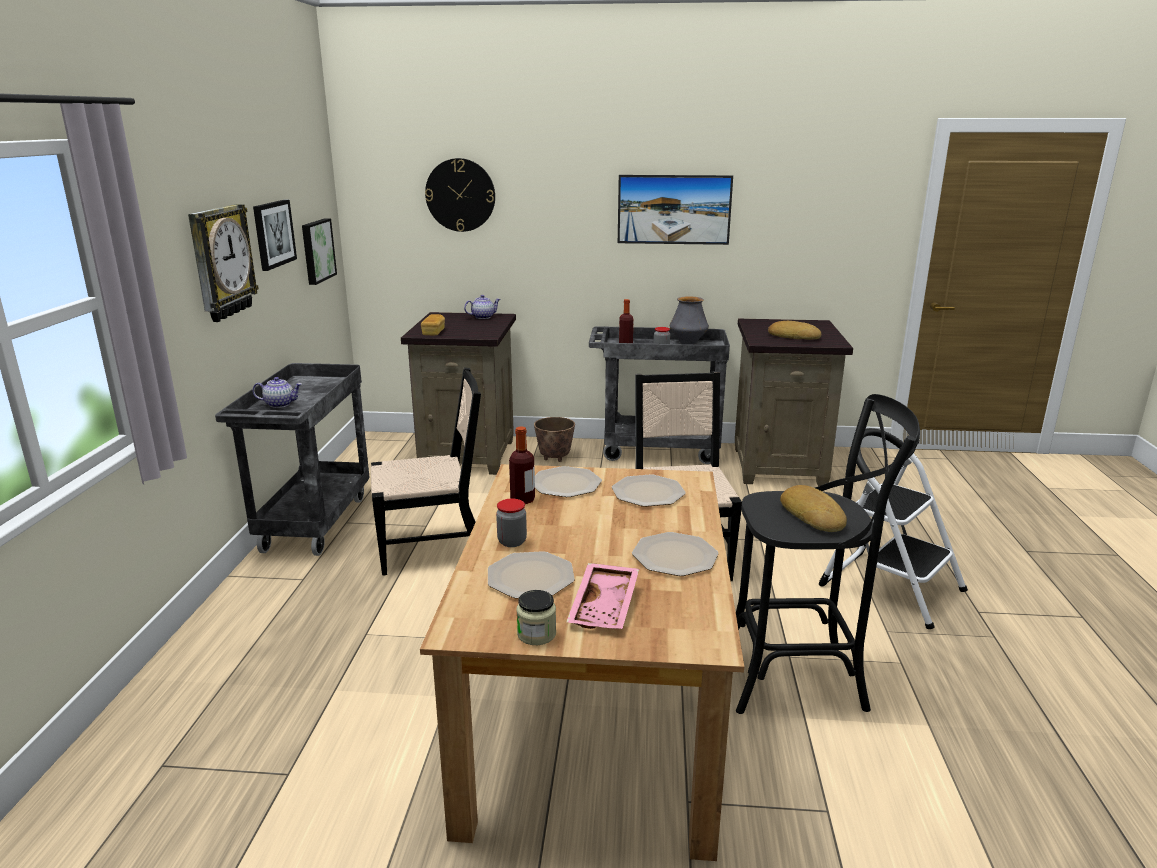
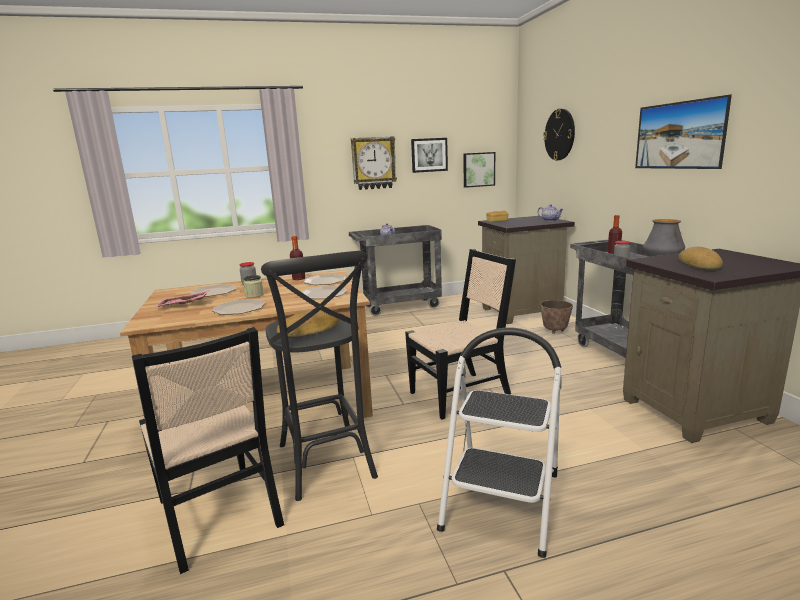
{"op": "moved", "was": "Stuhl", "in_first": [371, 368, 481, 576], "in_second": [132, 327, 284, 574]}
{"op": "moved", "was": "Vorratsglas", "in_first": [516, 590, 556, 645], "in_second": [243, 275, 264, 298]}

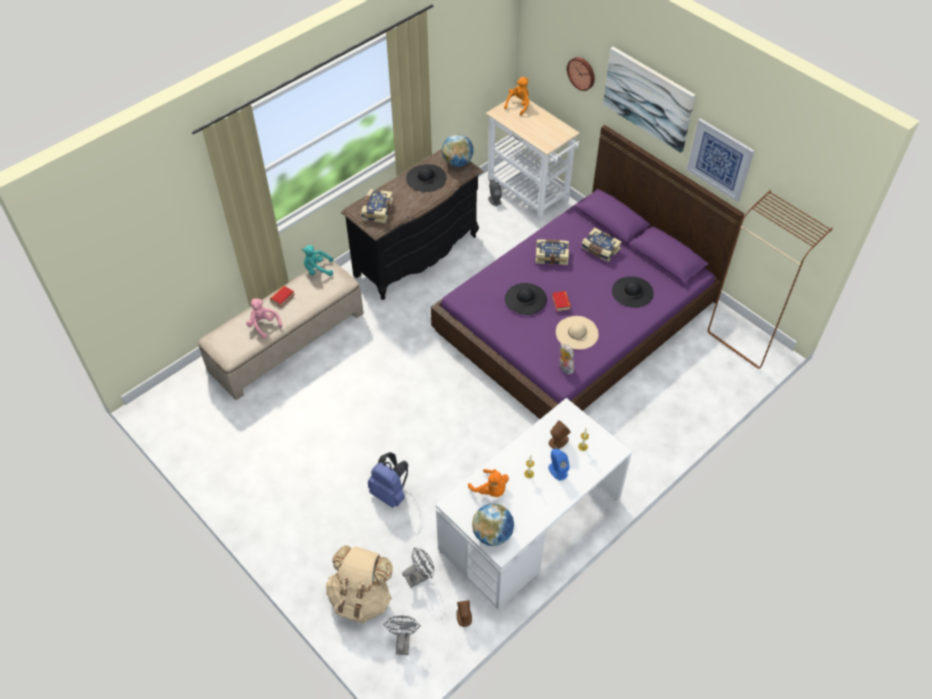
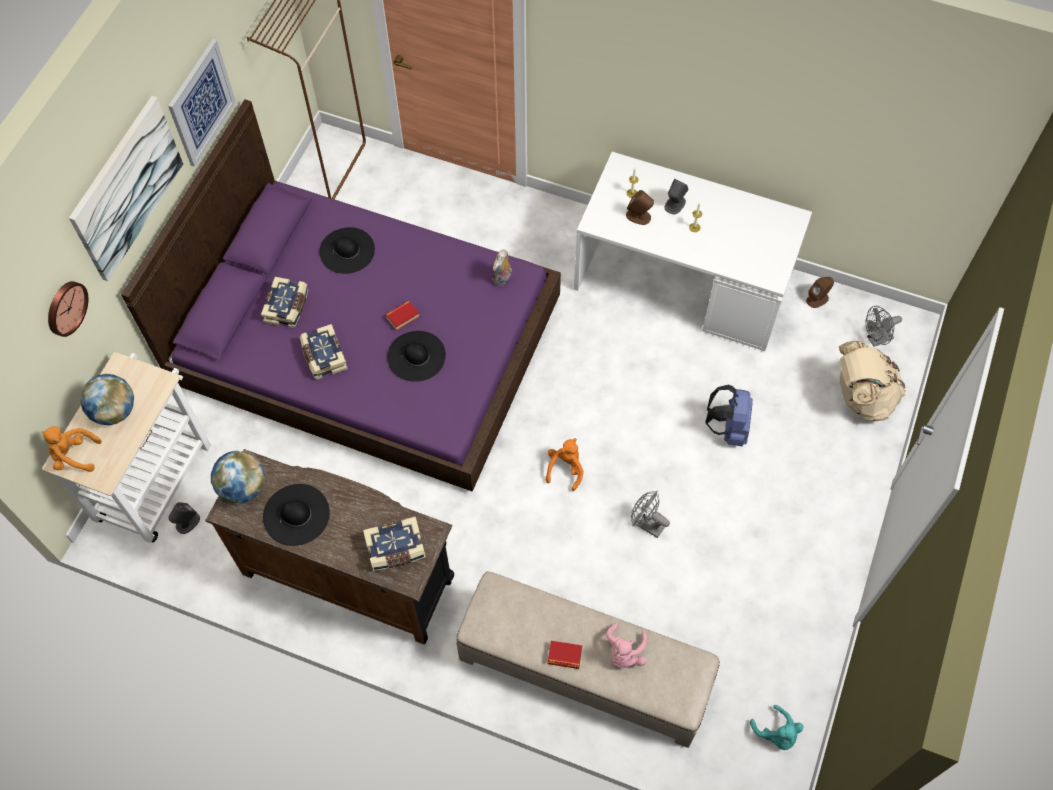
{"op": "moved", "was": "Globus", "in_first": [472, 503, 514, 546], "in_second": [80, 374, 134, 425]}
{"op": "moved", "was": "Plüschtier (orange)", "in_first": [468, 469, 509, 497], "in_second": [546, 438, 584, 491]}
{"op": "moved", "was": "Ventilator (grau)", "in_first": [402, 547, 434, 588], "in_second": [631, 491, 670, 538]}
{"op": "recoloured", "was": "Lautsprecher (blau)", "now": "Lautsprecher (grau)", "in_first": [548, 448, 570, 480], "in_second": [664, 179, 688, 214]}
{"op": "moved", "was": "Plüschtier (türkis)", "in_first": [302, 245, 333, 276], "in_second": [750, 705, 803, 750]}
{"op": "removed", "was": "Hut (beige)", "in_first": [556, 316, 599, 350]}

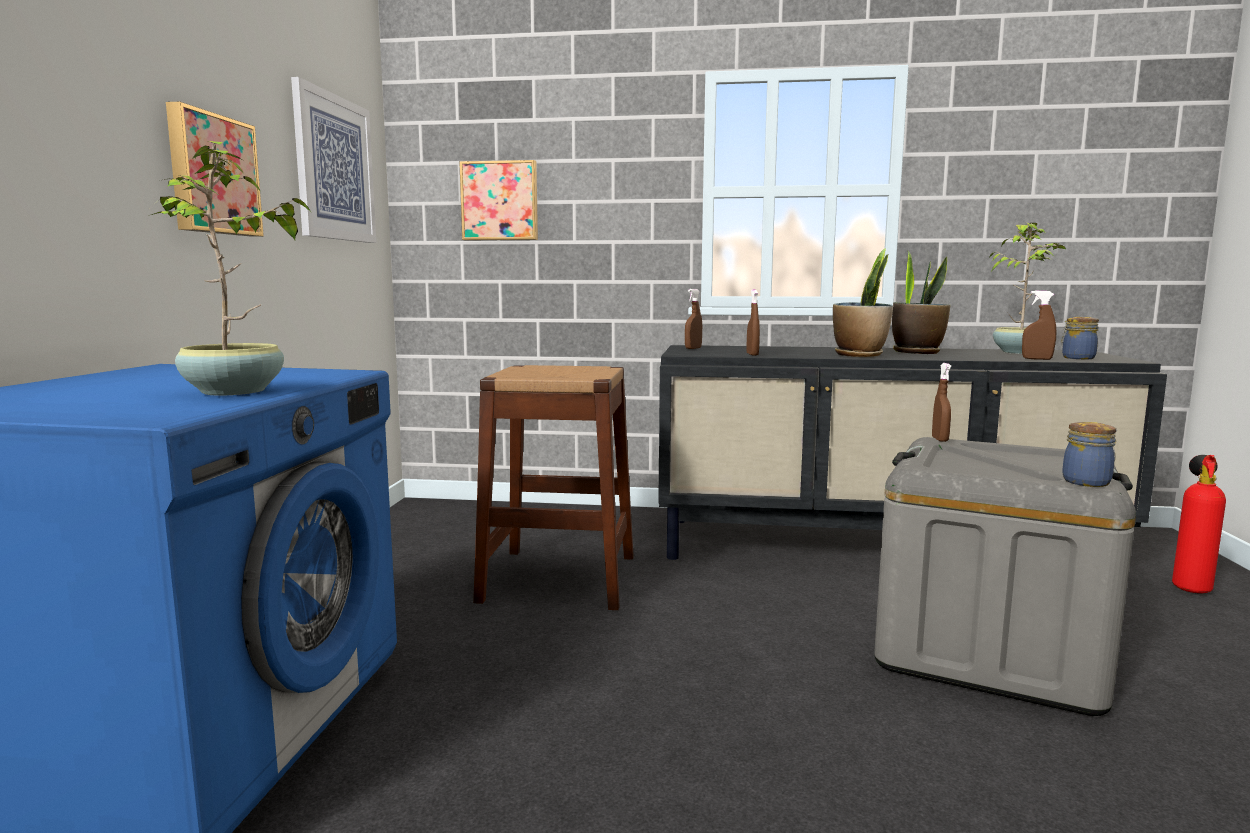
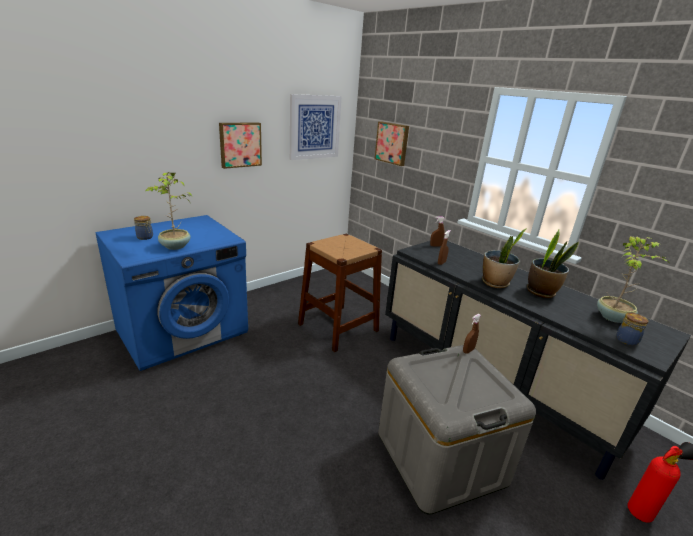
{"op": "moved", "was": "Vorratsglas", "in_first": [1062, 422, 1117, 487], "in_second": [134, 216, 153, 240]}
{"op": "removed", "was": "Sprühflasche (braun)", "in_first": [1022, 291, 1056, 360]}

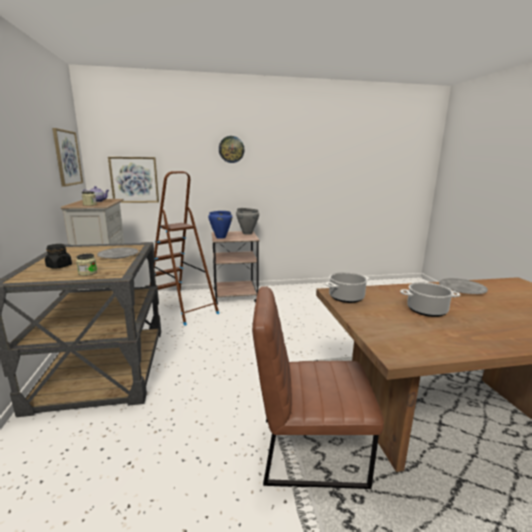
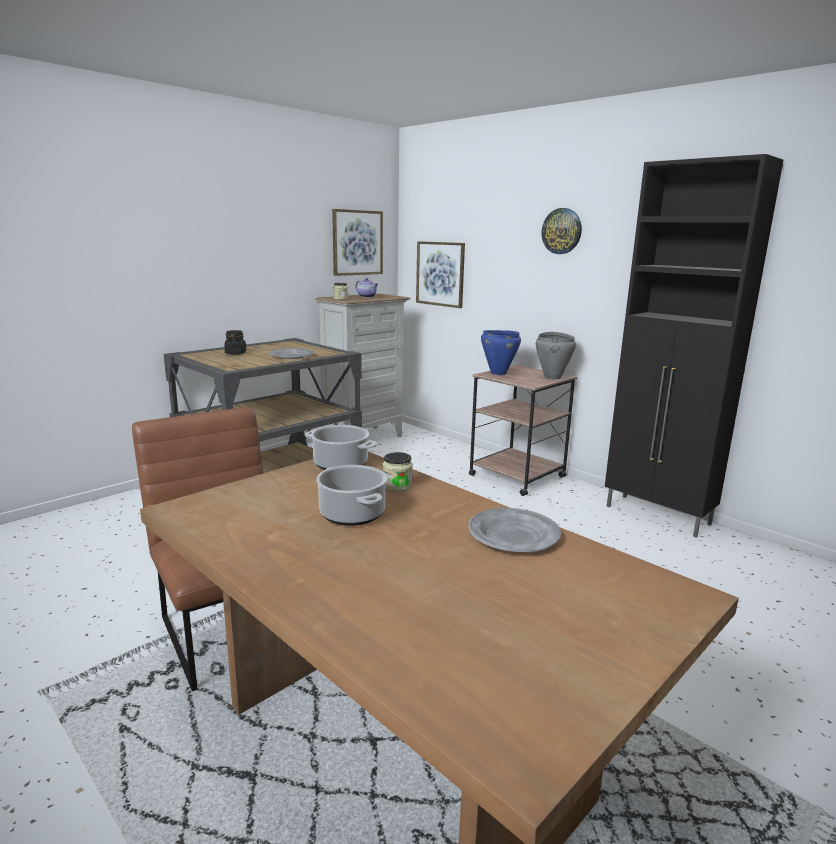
{"op": "moved", "was": "Vorratsglas", "in_first": [76, 253, 97, 276], "in_second": [383, 452, 413, 492]}
{"op": "added", "now": "Schrank (schwarz)", "in_second": [605, 154, 783, 537]}
{"op": "removed", "was": "Trittleiter (braun)", "in_first": [150, 171, 219, 326]}

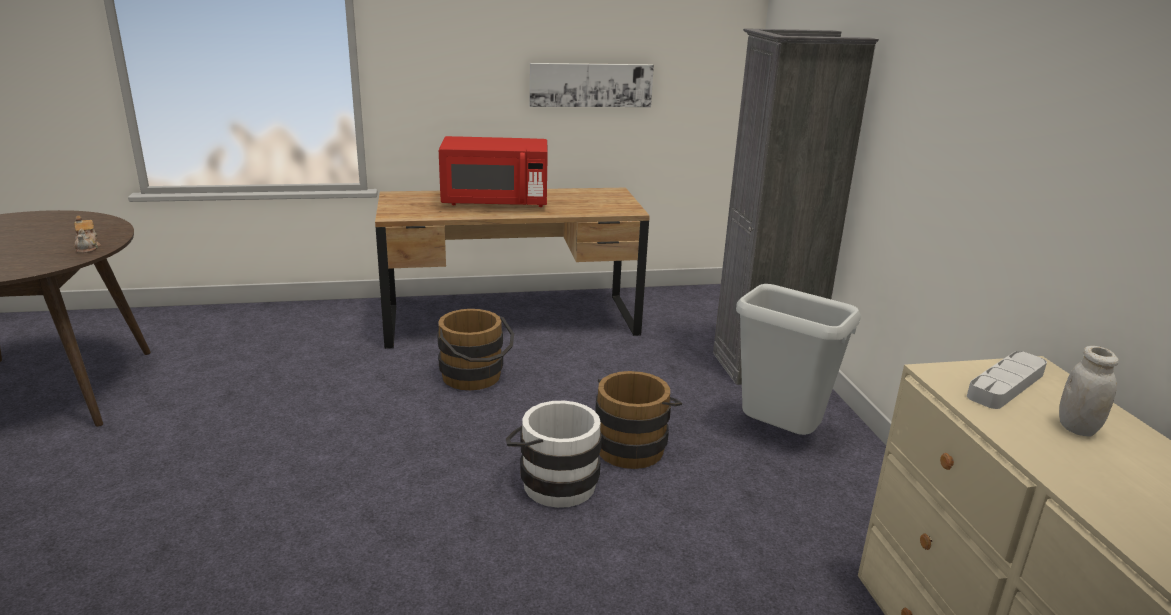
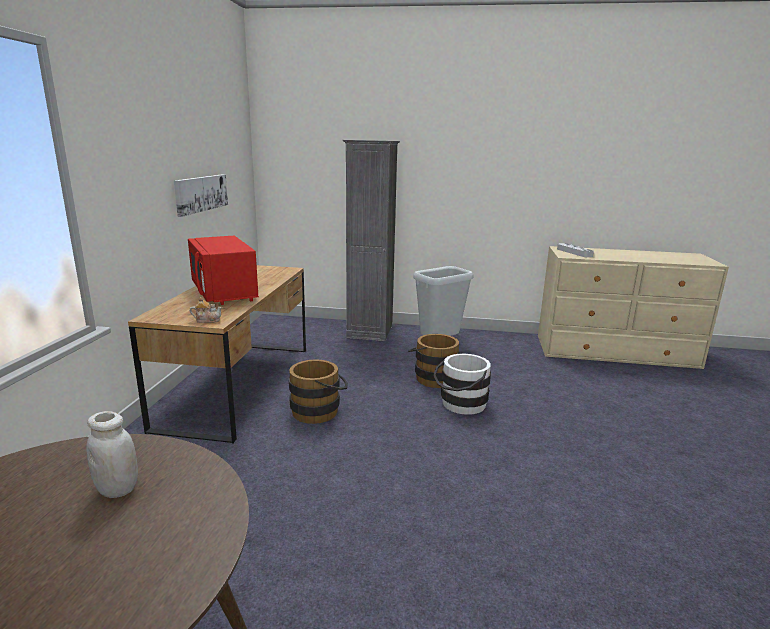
{"op": "moved", "was": "Vorratsglas (weiß)", "in_first": [1059, 346, 1119, 437], "in_second": [86, 411, 138, 498]}
{"op": "turned", "was": "Mikrowelle (rot)", "in_first": [439, 136, 548, 207], "in_second": [188, 236, 259, 305], "clockwise": 135}
{"op": "moved", "was": "Teekanne", "in_first": [74, 216, 101, 253], "in_second": [190, 297, 222, 323]}

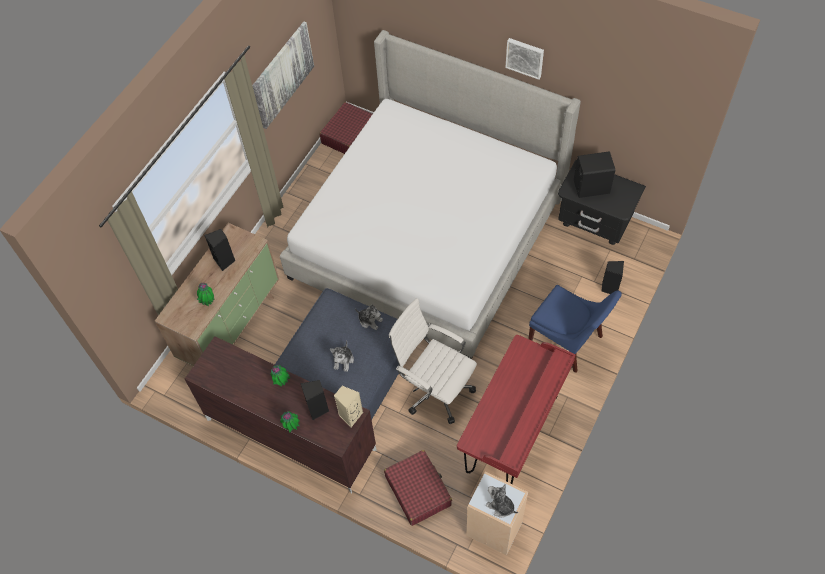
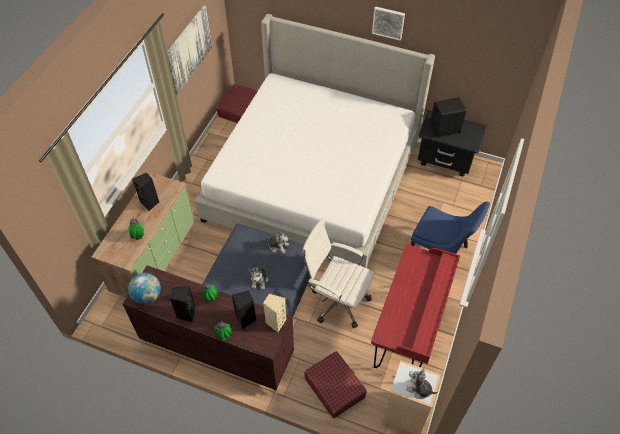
{"op": "added", "now": "Globus", "in_second": [128, 273, 161, 304]}
{"op": "moved", "was": "Lautsprecher (schwarz)", "in_first": [601, 261, 624, 294], "in_second": [170, 286, 195, 323]}

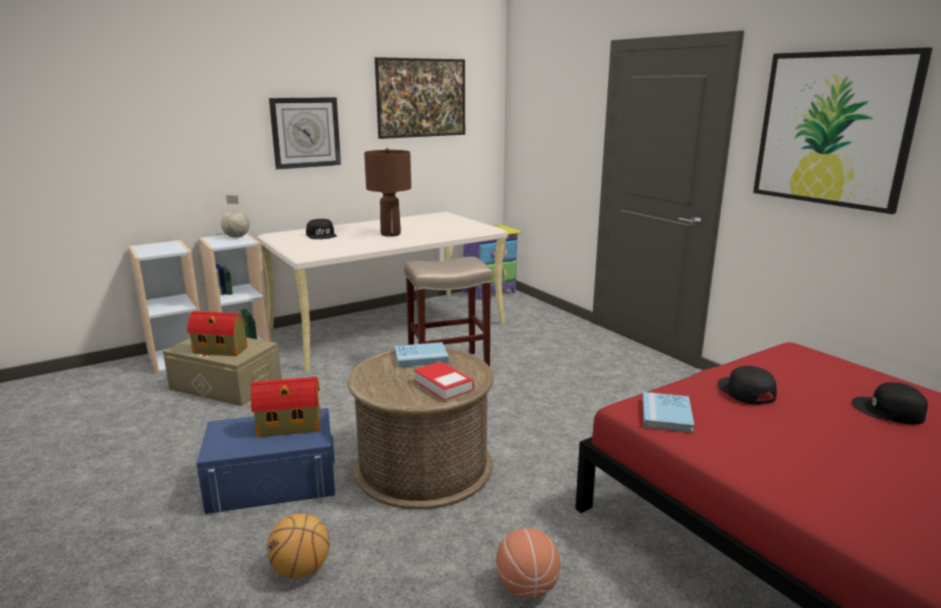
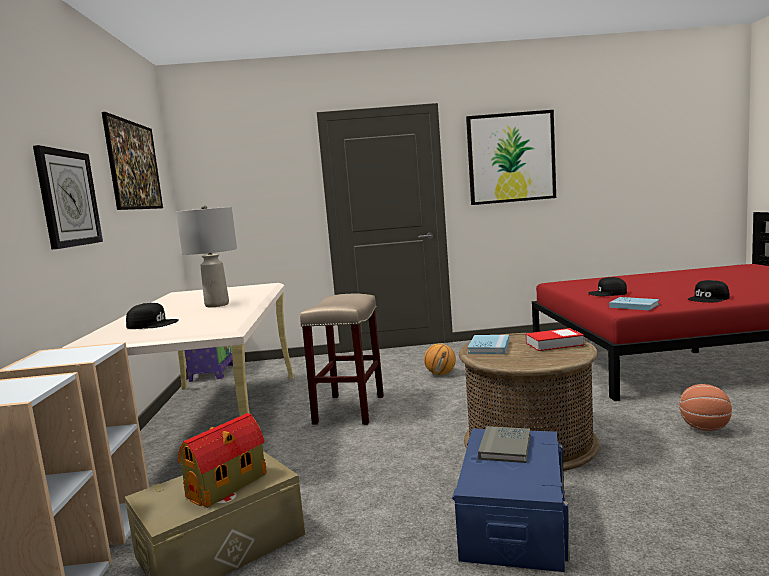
{"op": "recoloured", "was": "Tischlampe (braun)", "now": "Tischlampe (grau)", "in_first": [364, 148, 411, 237], "in_second": [176, 205, 237, 307]}
{"op": "moved", "was": "Basketball", "in_first": [267, 514, 330, 579], "in_second": [424, 343, 456, 375]}
{"op": "replaced", "was": "Spielzeughaus", "now": "Buch (grau)", "in_first": [251, 377, 321, 438], "in_second": [478, 426, 530, 463]}
{"op": "moved", "was": "Kappe (schwarz)", "in_first": [852, 382, 928, 425], "in_second": [688, 280, 730, 302]}
{"op": "removed", "was": "Globus", "in_first": [221, 195, 250, 238]}

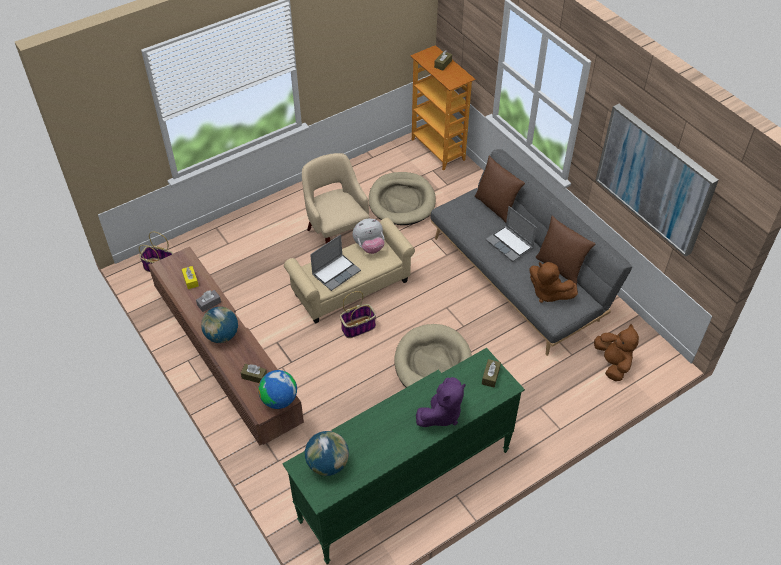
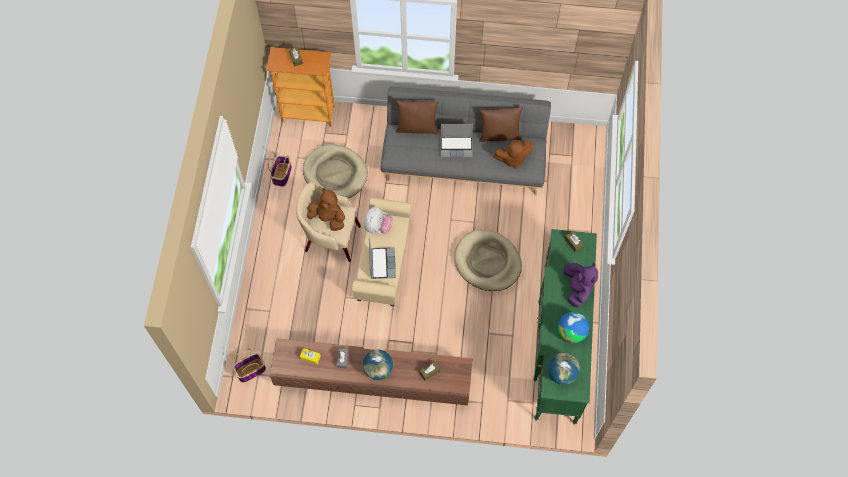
{"op": "moved", "was": "Korb", "in_first": [340, 291, 376, 338], "in_second": [268, 152, 292, 187]}
{"op": "moved", "was": "Plüschtier (braun)", "in_first": [594, 324, 639, 381], "in_second": [307, 188, 345, 231]}
{"op": "moved", "was": "Globus", "in_first": [258, 370, 297, 409], "in_second": [557, 312, 589, 343]}
{"op": "removed", "was": "Bild", "in_first": [596, 104, 719, 257]}

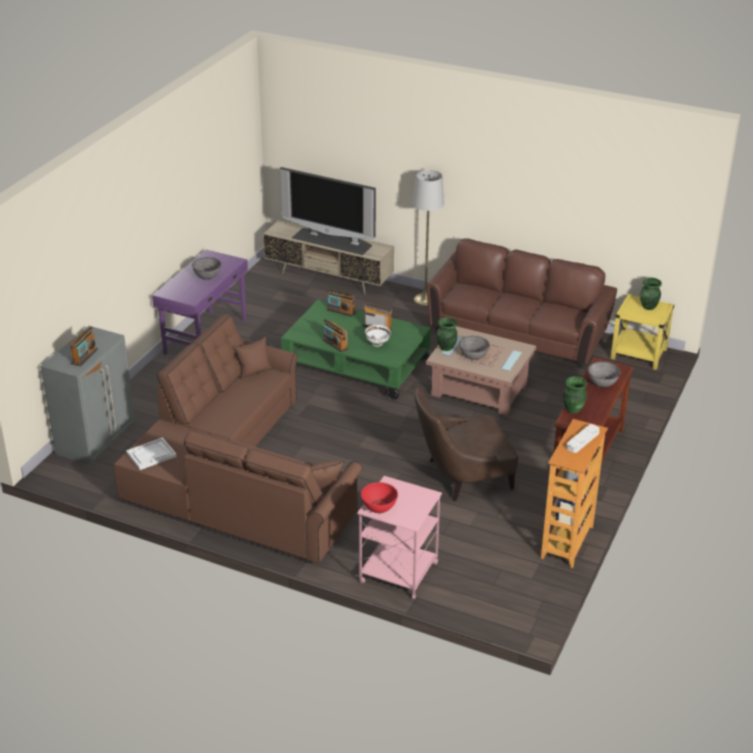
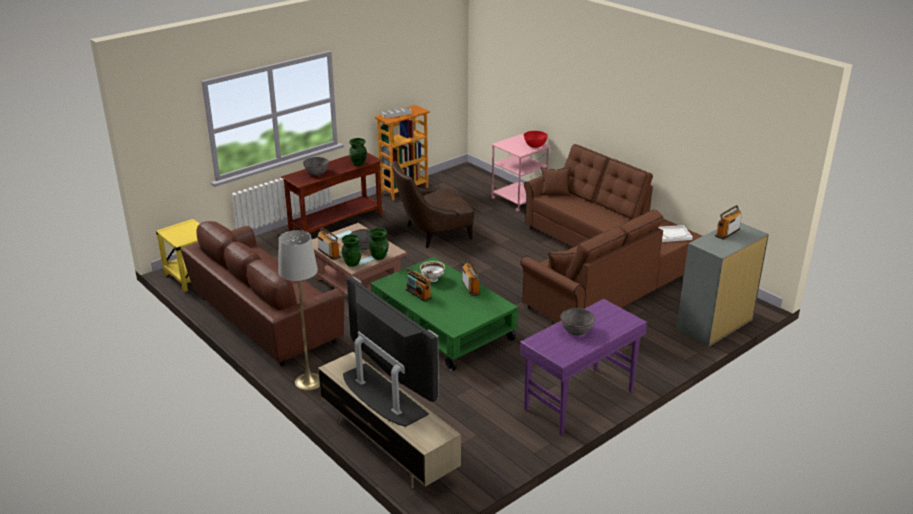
{"op": "moved", "was": "Radio", "in_first": [326, 289, 356, 317], "in_second": [318, 228, 341, 260]}
{"op": "moved", "was": "Vase (grün)", "in_first": [640, 278, 662, 310], "in_second": [342, 234, 362, 267]}
{"op": "turned", "was": "Sessel (braun)", "in_first": [414, 388, 518, 501], "in_second": [392, 161, 474, 248], "clockwise": 150}

